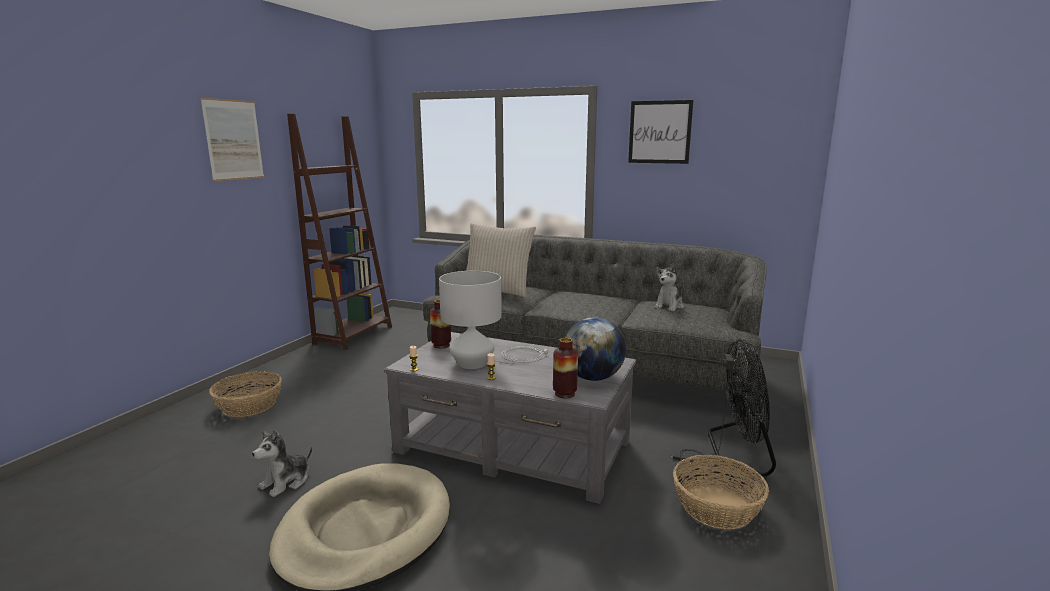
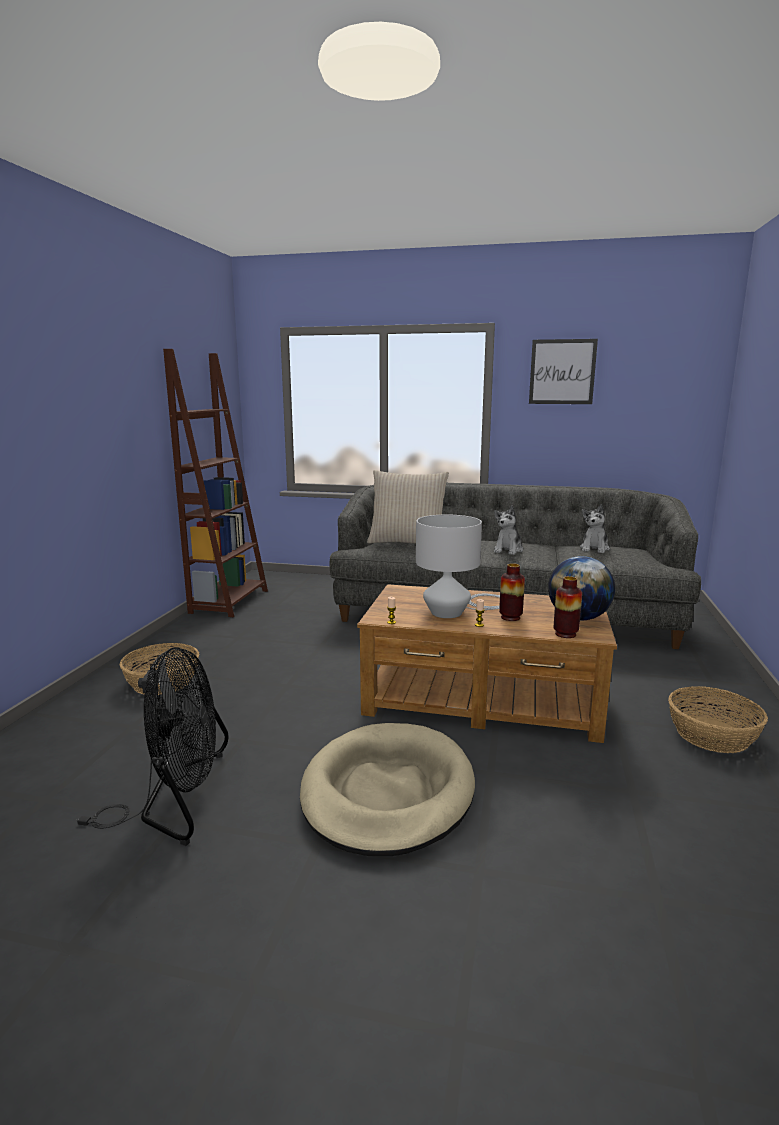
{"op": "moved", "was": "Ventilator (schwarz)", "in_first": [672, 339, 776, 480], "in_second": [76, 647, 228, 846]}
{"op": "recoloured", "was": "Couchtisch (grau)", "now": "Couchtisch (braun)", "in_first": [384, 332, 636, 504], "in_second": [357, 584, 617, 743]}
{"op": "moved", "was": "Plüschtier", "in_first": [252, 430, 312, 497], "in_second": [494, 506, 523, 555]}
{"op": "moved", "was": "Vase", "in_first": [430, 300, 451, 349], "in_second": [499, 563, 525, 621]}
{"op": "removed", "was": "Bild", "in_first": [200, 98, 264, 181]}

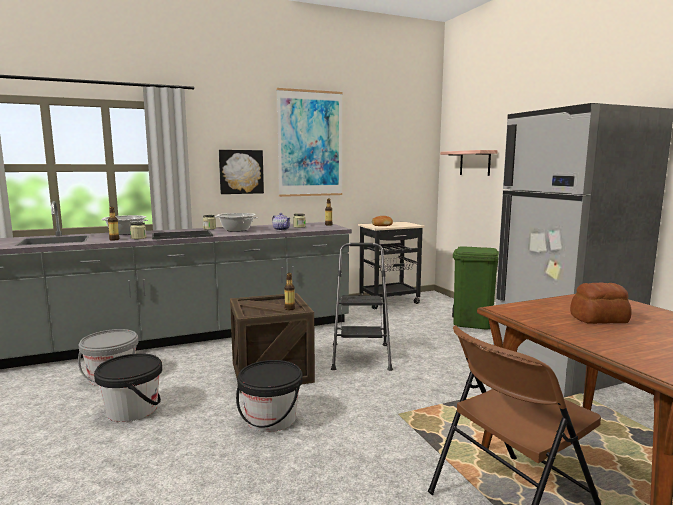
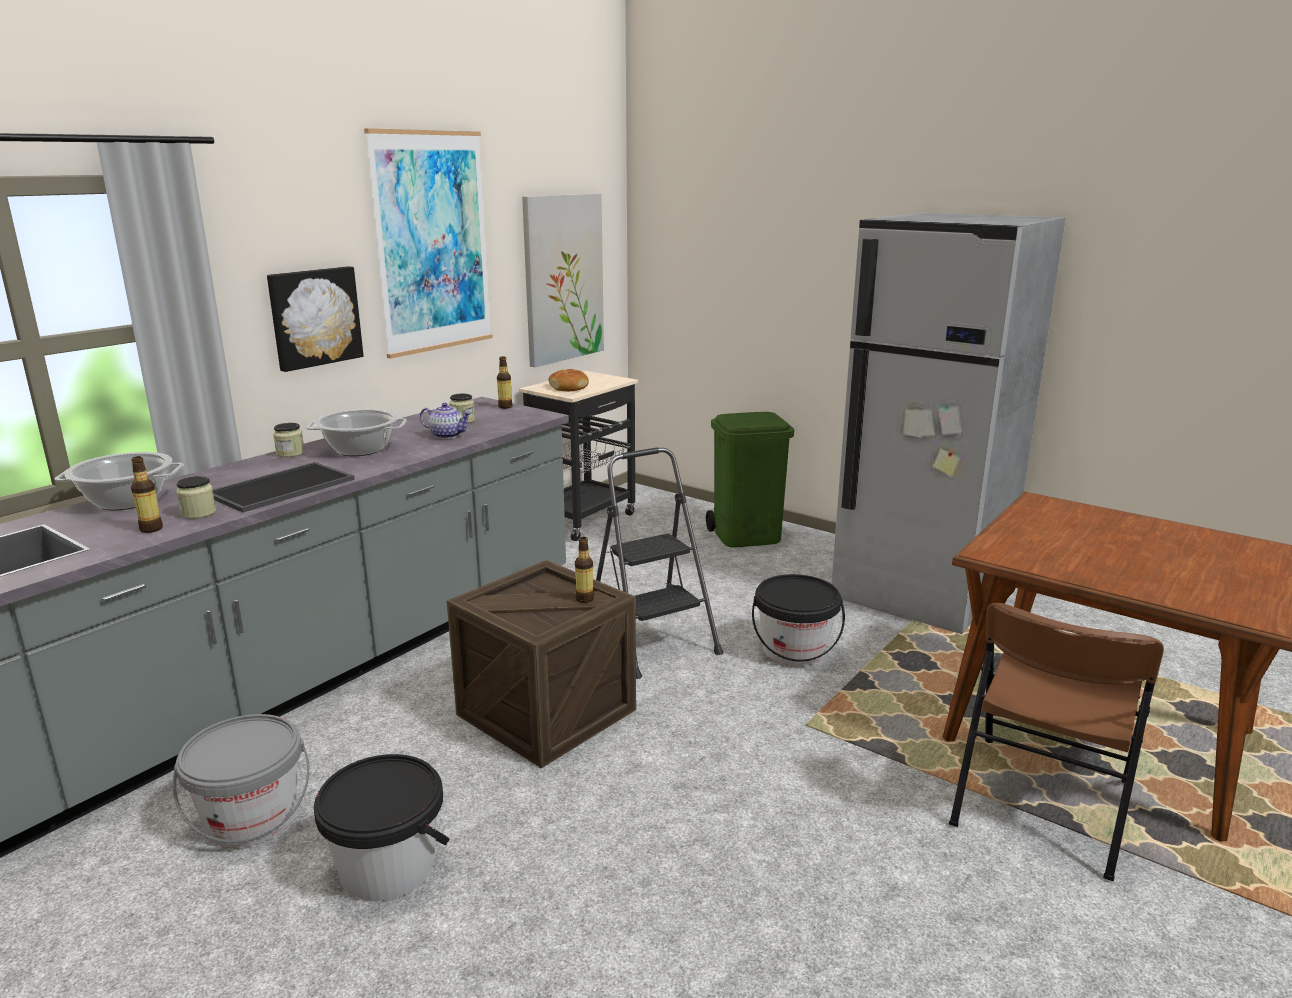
{"op": "added", "now": "Bild", "in_second": [522, 193, 604, 367]}
{"op": "moved", "was": "Eimer (schwarz)", "in_first": [236, 360, 303, 432], "in_second": [752, 574, 845, 666]}
{"op": "removed", "was": "Wandregal", "in_first": [440, 150, 498, 176]}
{"op": "removed", "was": "Brot", "in_first": [570, 283, 632, 324]}

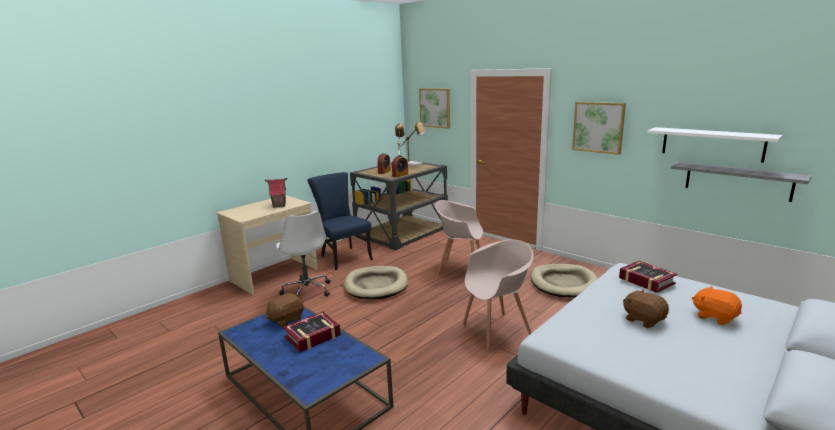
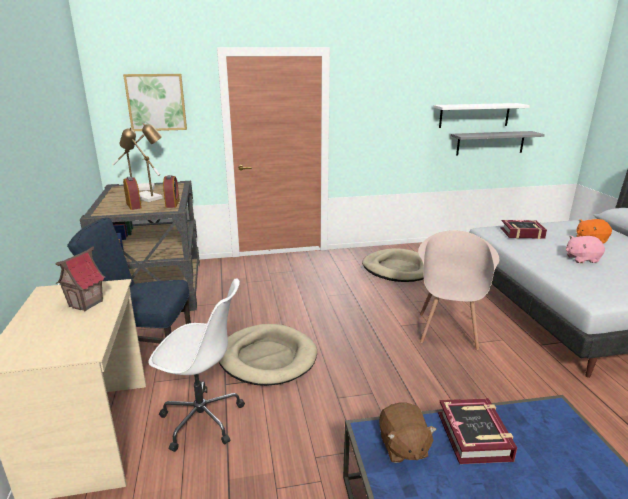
{"op": "recoloured", "was": "Plüschtier (braun)", "now": "Plüschtier (rosa)", "in_first": [623, 289, 669, 328], "in_second": [566, 236, 605, 263]}
{"op": "removed", "was": "Stuhl (beige)", "in_first": [435, 200, 483, 276]}
{"op": "removed", "was": "Bild", "in_first": [572, 102, 626, 155]}

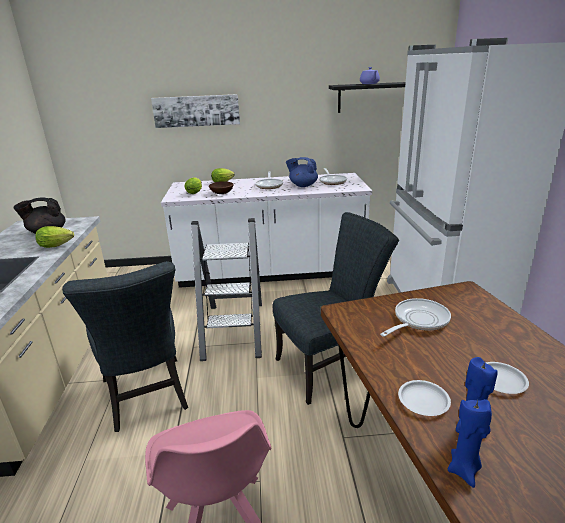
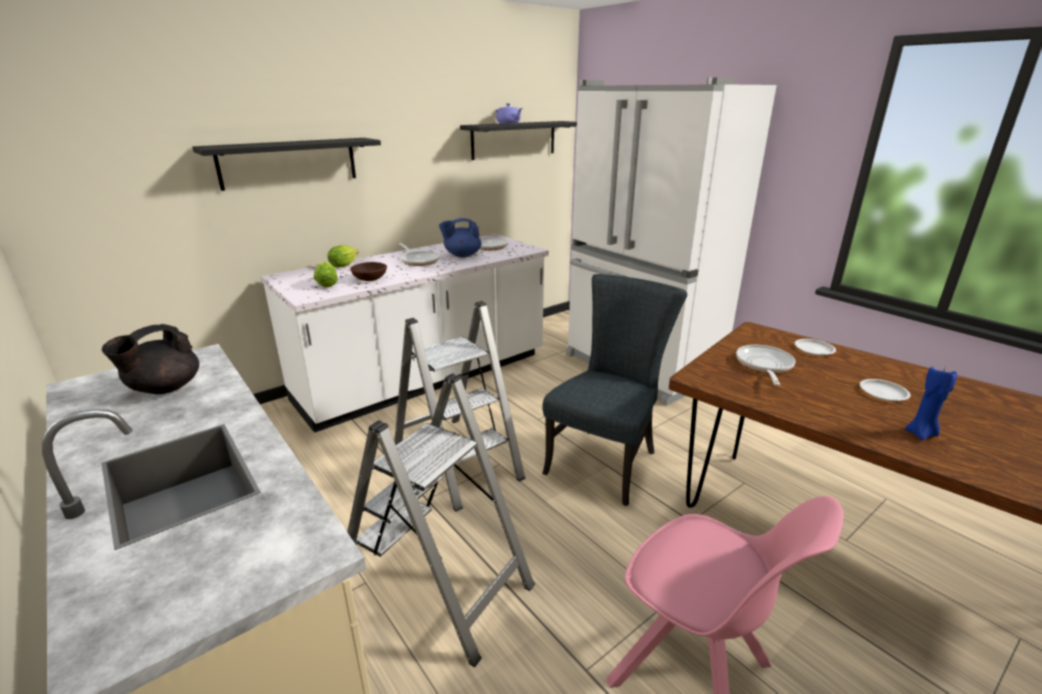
{"op": "replaced", "was": "Bild", "now": "Wandregal (schwarz)", "in_first": [151, 94, 240, 128], "in_second": [192, 138, 381, 191]}
{"op": "replaced", "was": "Stuhl (grau)", "now": "Trittleiter (grau)", "in_first": [62, 261, 188, 432], "in_second": [347, 373, 535, 667]}
{"op": "moved", "was": "Teller (weiß)", "in_first": [398, 380, 451, 416], "in_second": [795, 339, 836, 355]}
{"op": "removed", "was": "Salatkopf", "in_first": [35, 226, 74, 248]}
{"op": "removed", "was": "Kerze (blau)", "in_first": [448, 399, 492, 488]}

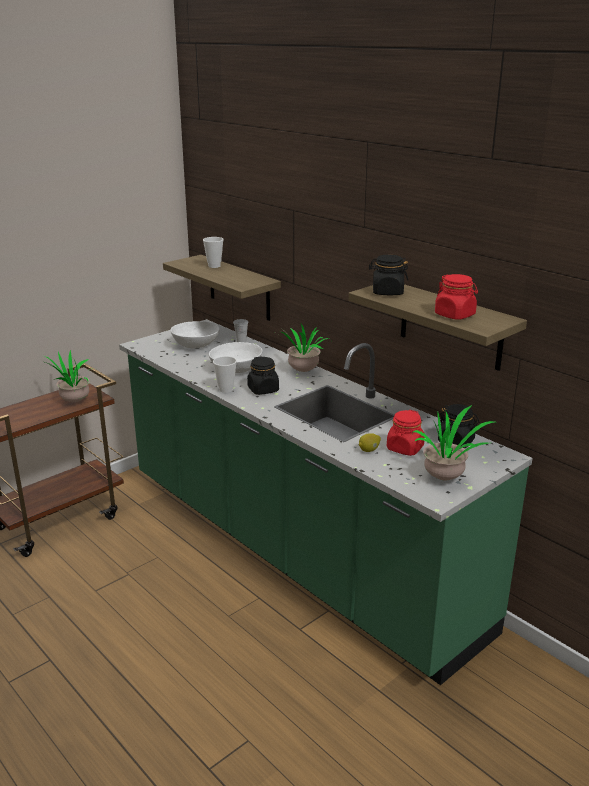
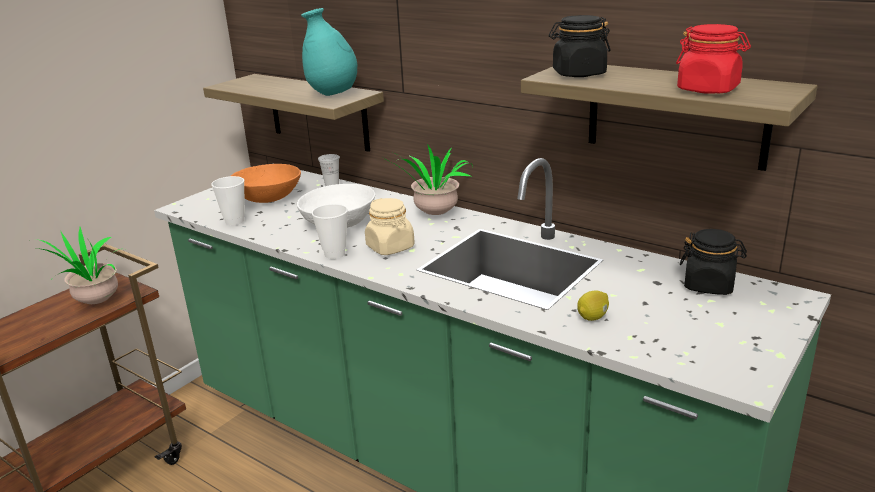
{"op": "moved", "was": "Tasse", "in_first": [203, 237, 224, 268], "in_second": [211, 176, 245, 225]}
{"op": "recoloured", "was": "Schüssel (weiß)", "now": "Schüssel (orange)", "in_first": [170, 321, 220, 349], "in_second": [231, 164, 301, 203]}
{"op": "added", "now": "Vase (türkis)", "in_second": [301, 8, 357, 96]}
{"op": "recoloured", "was": "Vorratsglas (schwarz)", "now": "Vorratsglas (beige)", "in_first": [247, 356, 279, 395], "in_second": [365, 198, 415, 255]}
{"op": "removed", "was": "Vorratsglas (rot)", "in_first": [387, 410, 425, 456]}
{"op": "removed", "was": "Topfpflanze", "in_first": [413, 405, 495, 480]}

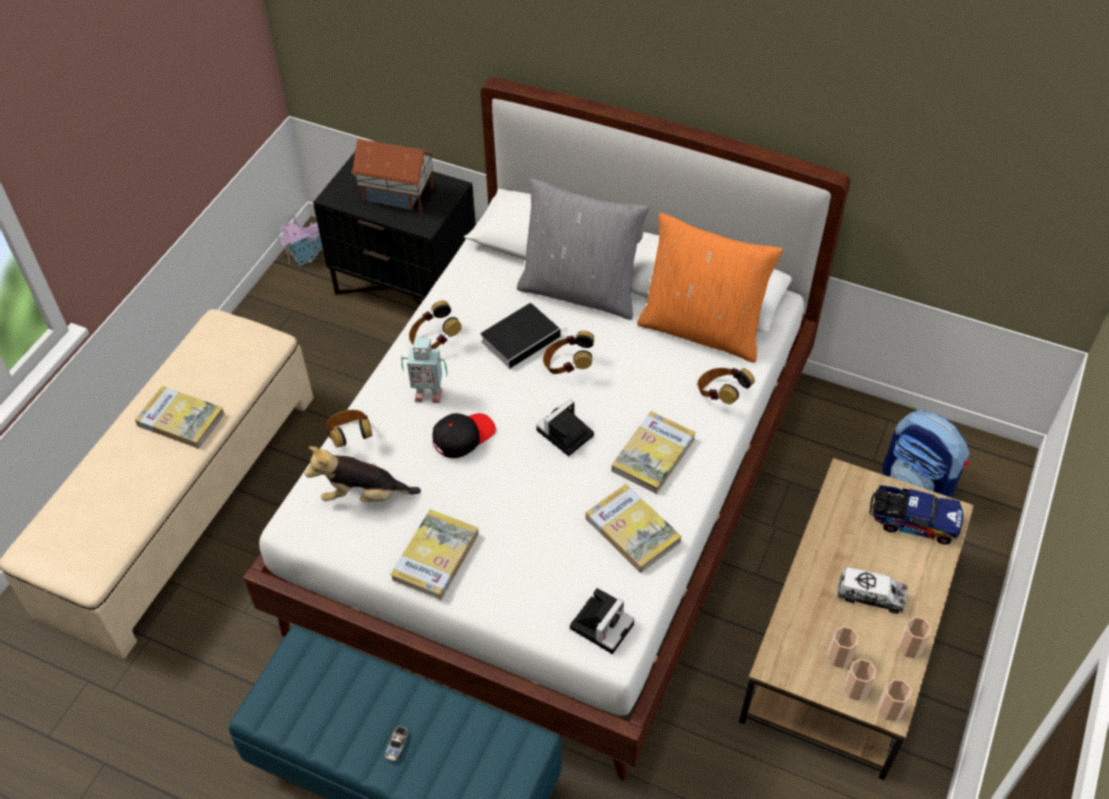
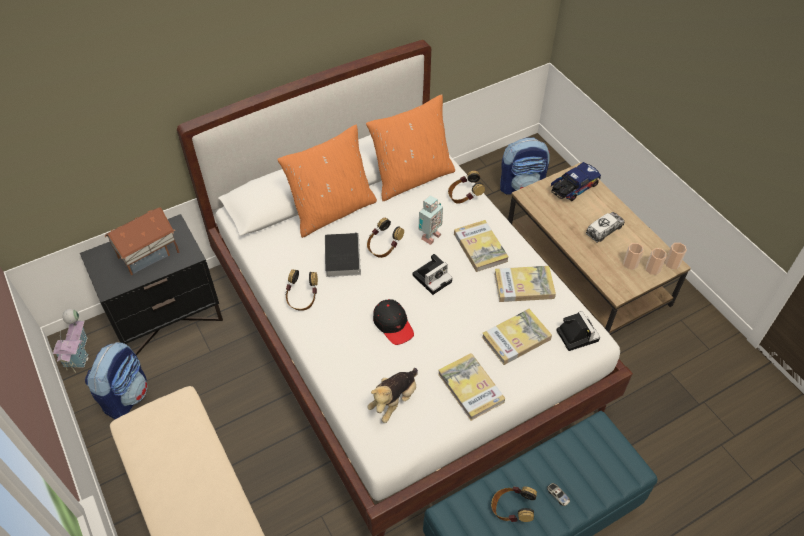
{"op": "added", "now": "Rucksack", "in_second": [85, 342, 147, 419]}
{"op": "recoloured", "was": "Kissen (grau)", "now": "Kissen (orange)", "in_first": [517, 178, 649, 320], "in_second": [277, 125, 377, 238]}
{"op": "turned", "was": "Kappe (schwarz)", "in_first": [432, 413, 496, 458], "in_second": [373, 299, 414, 345], "clockwise": 150}
{"op": "turned", "was": "Kamera", "in_first": [536, 400, 594, 456], "in_second": [412, 254, 452, 295], "clockwise": -120}
{"op": "moved", "was": "Spielzeugroboter", "in_first": [401, 337, 447, 403], "in_second": [419, 195, 443, 245]}
{"op": "moved", "was": "Buch", "in_first": [135, 386, 225, 449], "in_second": [482, 309, 552, 365]}
{"op": "moved", "was": "Kopfhörer", "in_first": [326, 410, 372, 448], "in_second": [491, 486, 537, 522]}
{"op": "removed", "was": "Tasse", "in_first": [898, 617, 931, 658]}

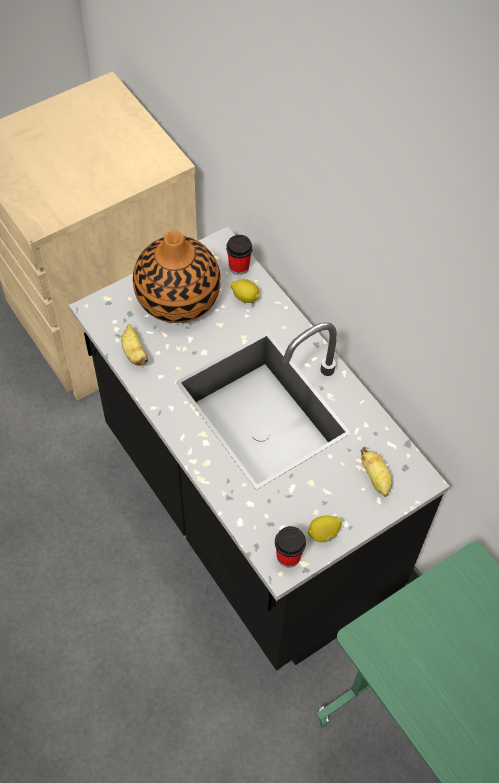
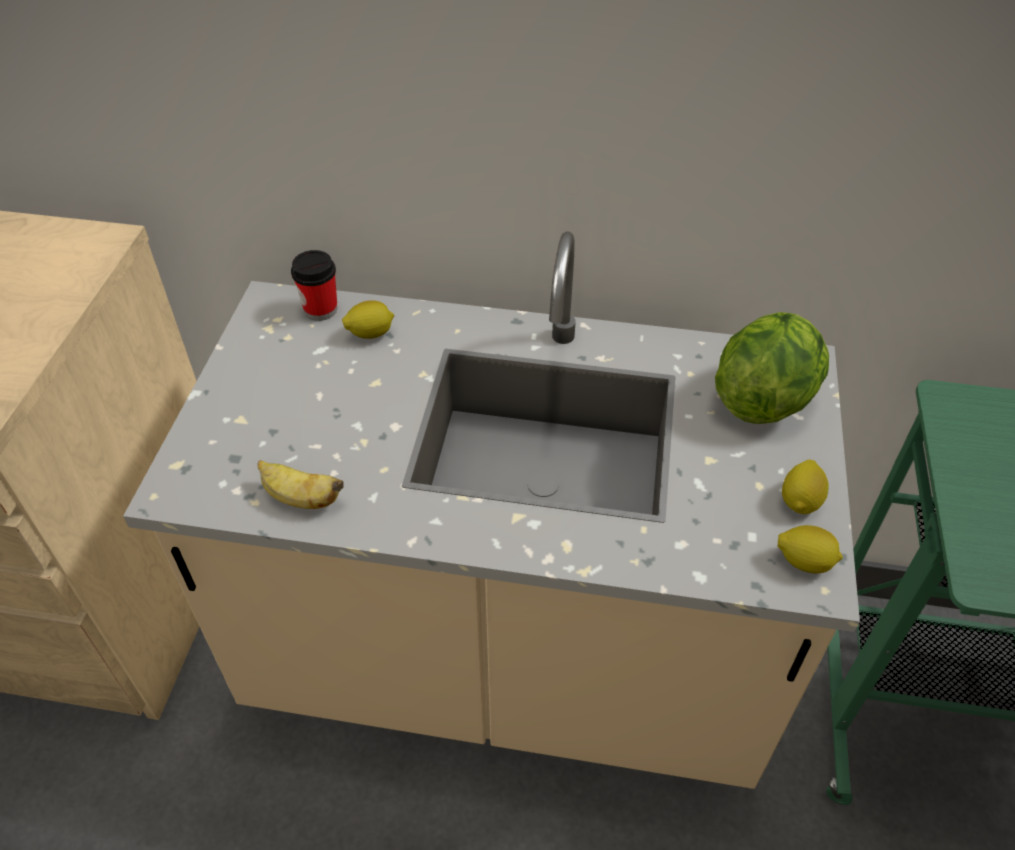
{"op": "recoloured", "was": "Küchenzeile (schwarz)", "now": "Küchenzeile (beige)", "in_first": [69, 226, 450, 670], "in_second": [123, 231, 860, 789]}
{"op": "replaced", "was": "Banane", "now": "Salatkopf", "in_first": [361, 447, 392, 497], "in_second": [715, 312, 829, 424]}
{"op": "replaced", "was": "Tasse", "now": "Zitrone", "in_first": [275, 526, 306, 567], "in_second": [778, 525, 843, 574]}
{"op": "removed", "was": "Vase", "in_first": [133, 231, 221, 323]}

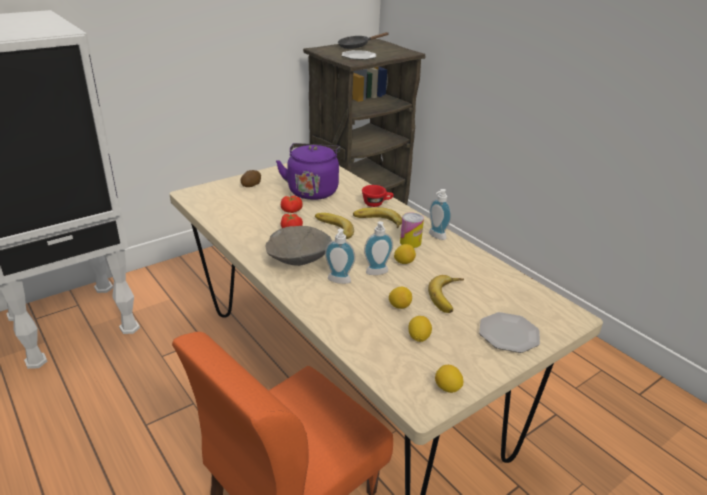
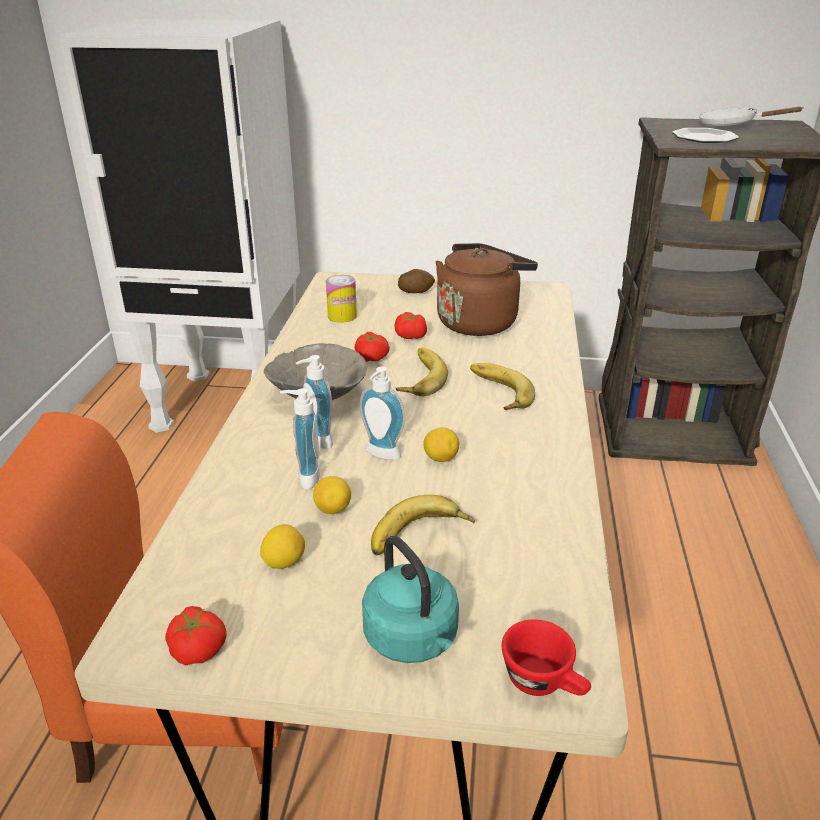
{"op": "replaced", "was": "Zitrone", "now": "Tomate", "in_first": [435, 365, 463, 393], "in_second": [165, 606, 227, 665]}
{"op": "moved", "was": "Seifenspender", "in_first": [429, 189, 451, 240], "in_second": [280, 388, 320, 489]}
{"op": "moved", "was": "Dose", "in_first": [400, 212, 424, 248], "in_second": [326, 275, 357, 323]}
{"op": "replaced", "was": "Teller", "now": "Wasserkessel (türkis)", "in_first": [479, 312, 540, 353], "in_second": [362, 536, 459, 663]}
{"op": "recoloured", "was": "Wasserkessel (lila)", "now": "Wasserkessel (braun)", "in_first": [276, 143, 340, 200], "in_second": [436, 243, 538, 336]}
{"op": "moved", "was": "Tasse (rot)", "in_first": [362, 185, 394, 207], "in_second": [502, 619, 591, 696]}
{"op": "recoloured", "was": "Pfanne (schwarz)", "now": "Pfanne (weiß)", "in_first": [338, 32, 388, 49], "in_second": [699, 107, 803, 126]}

